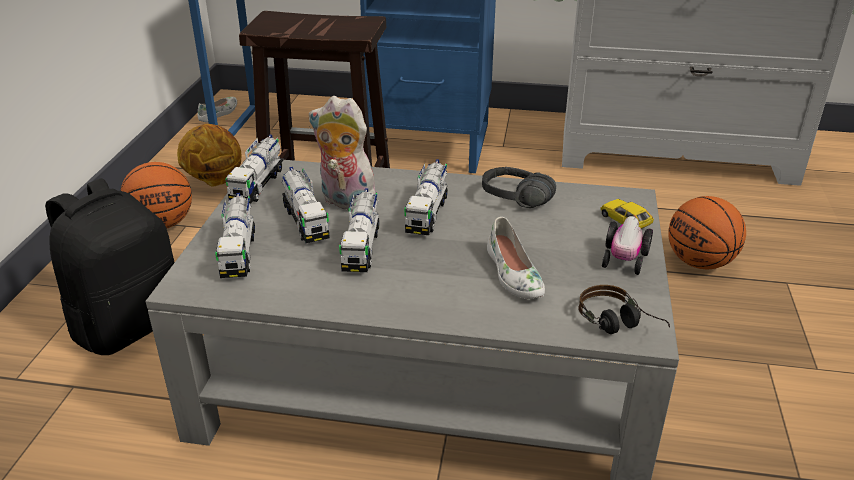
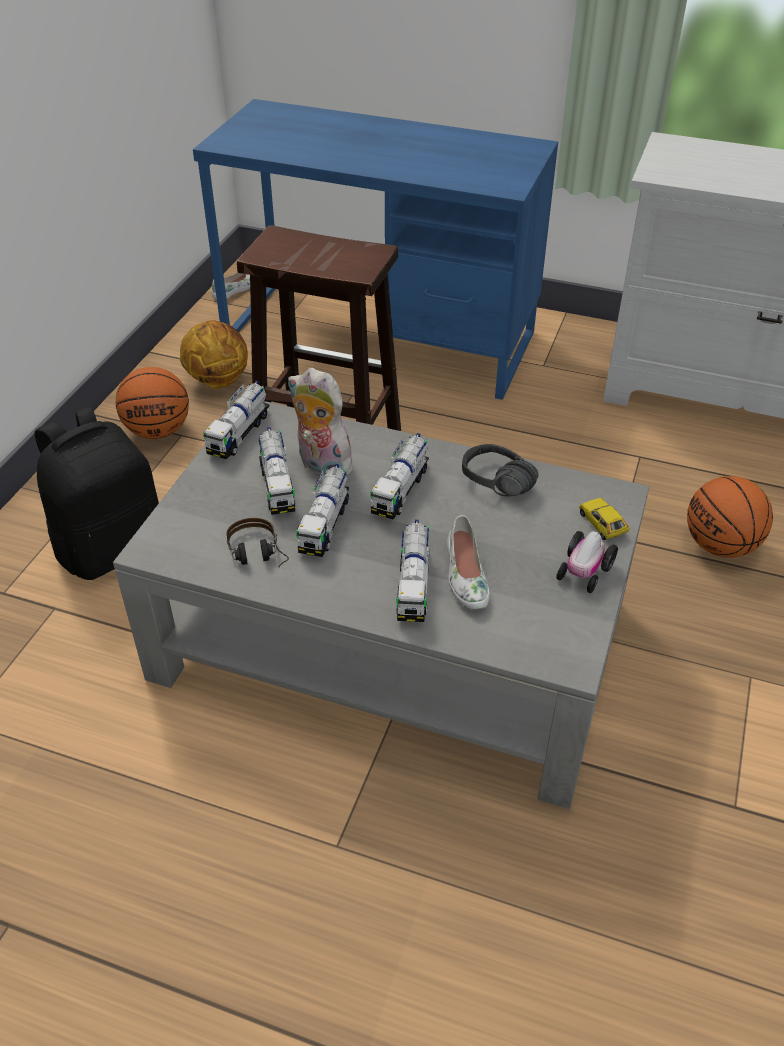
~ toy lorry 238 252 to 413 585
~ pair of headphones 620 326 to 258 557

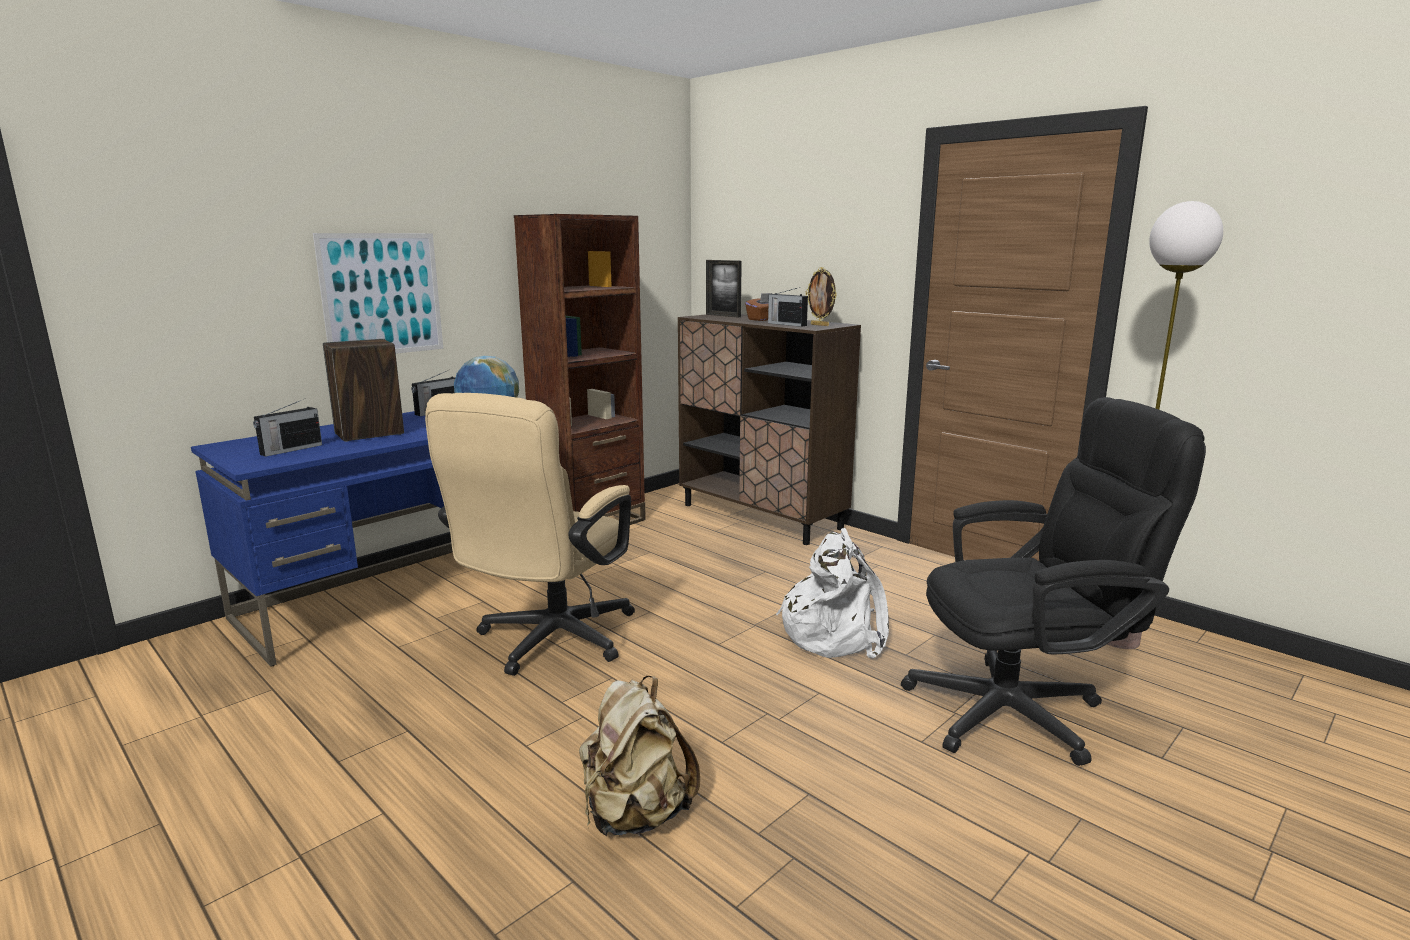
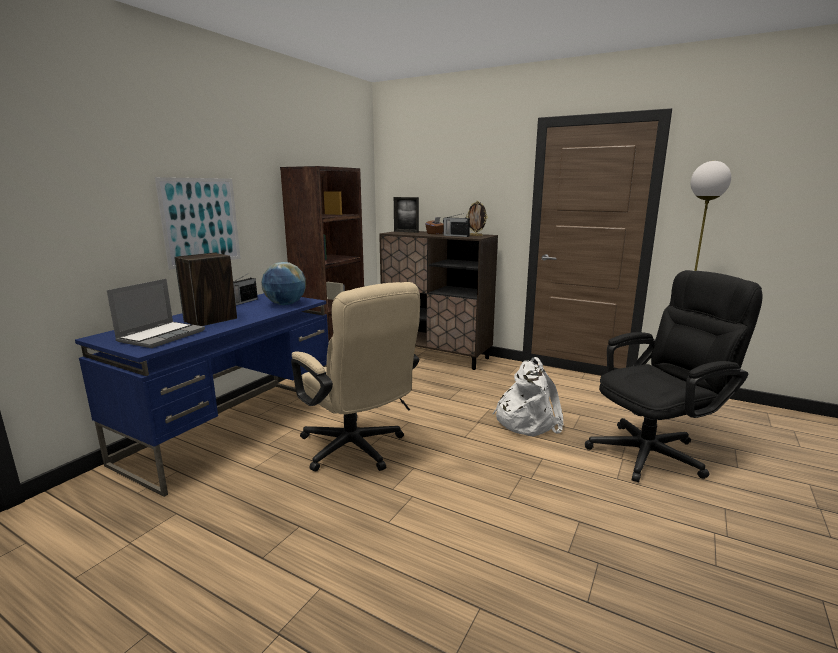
- beige backpack 635 815
~ radio set 290 450 to laptop 162 336
~ beige office chair 548 643 = 357 451 45 degrees counterclockwise

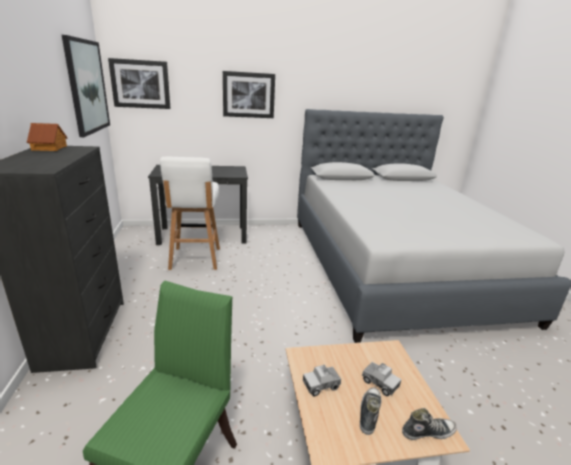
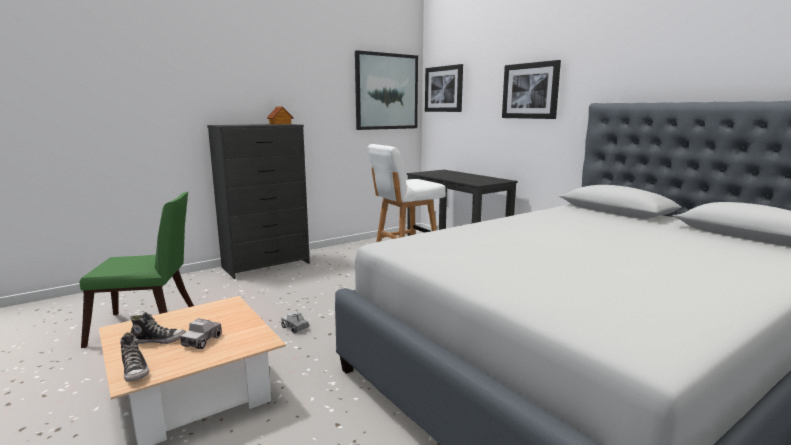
~ toy lorry 321 385 to 295 328

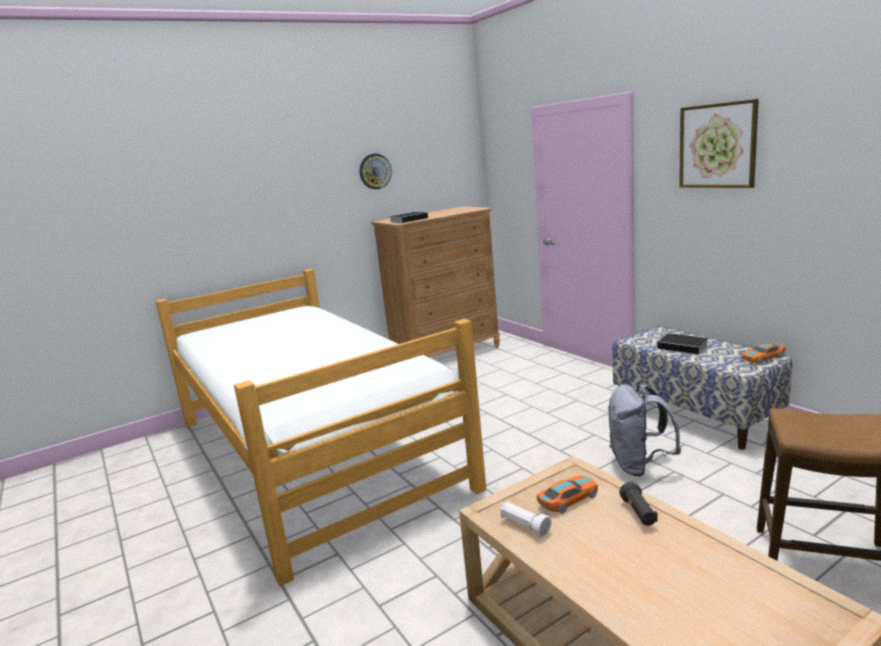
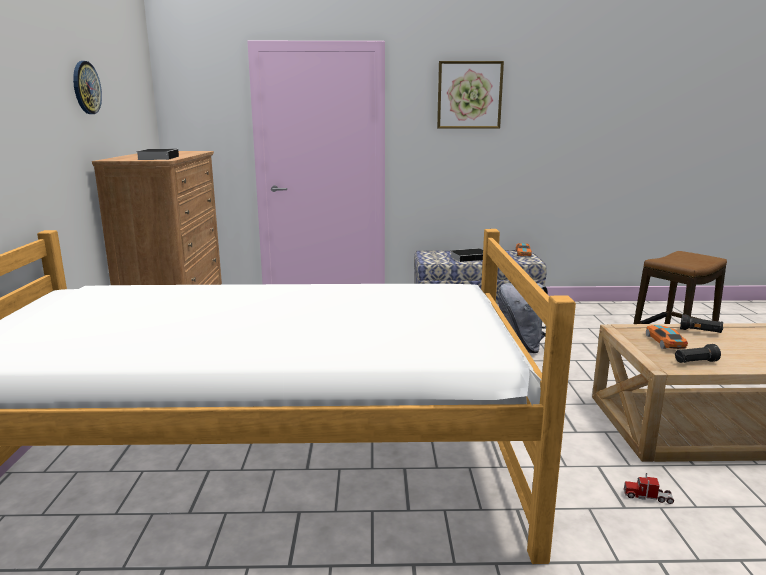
+ toy lorry 648 497
~ white-coloured hand torch 525 526 to black-coloured hand torch 695 362

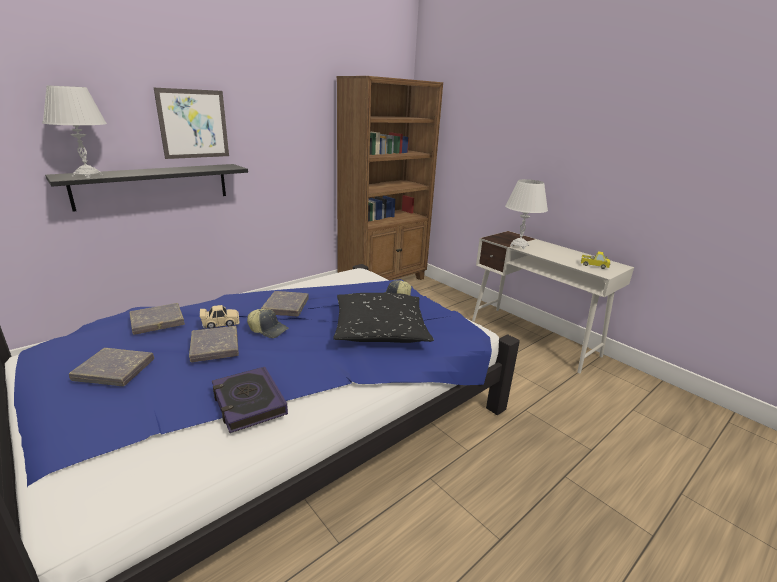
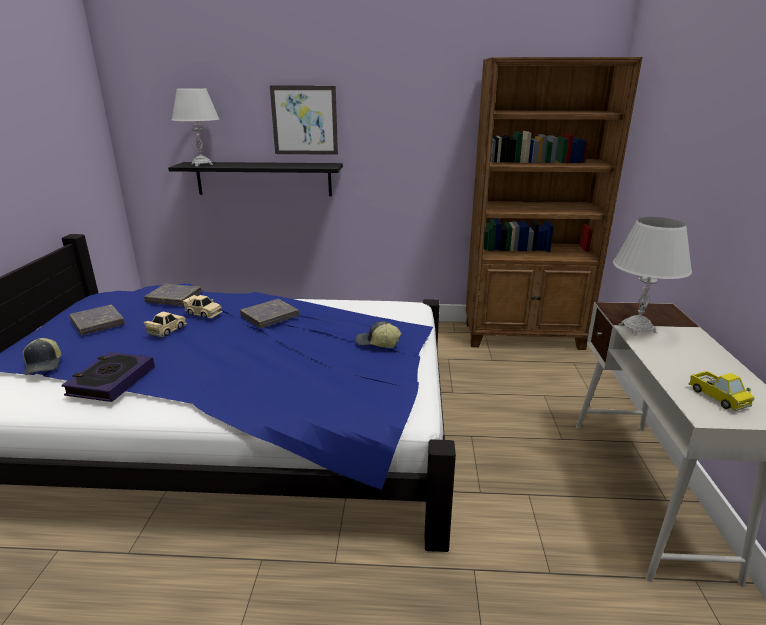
- black-coloured pillow 380 329
~ peaked cap 268 330 to 44 364
~ grey volume 215 347 to beige toy car 167 330

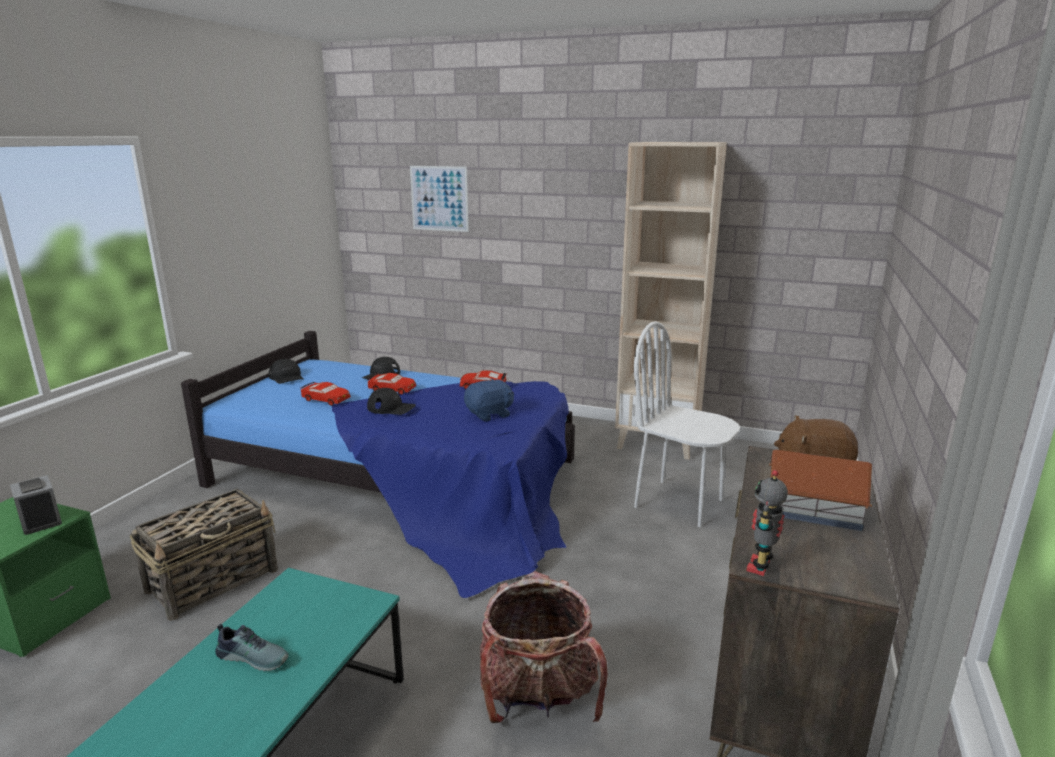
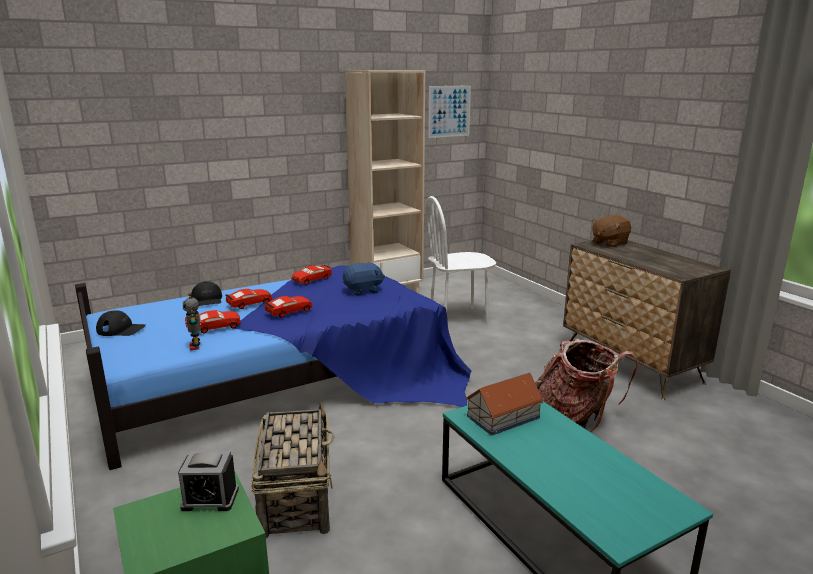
- low shoe 254 656
~ picture 439 198 to 449 111
~ robot figure 761 567 to 196 346
~ miniature house 811 508 to 502 417
~ black-coloured peaked cap 391 408 to red-coloured toy car 289 311
~ bluish soft toy 489 414 = 363 291 60 degrees clockwise

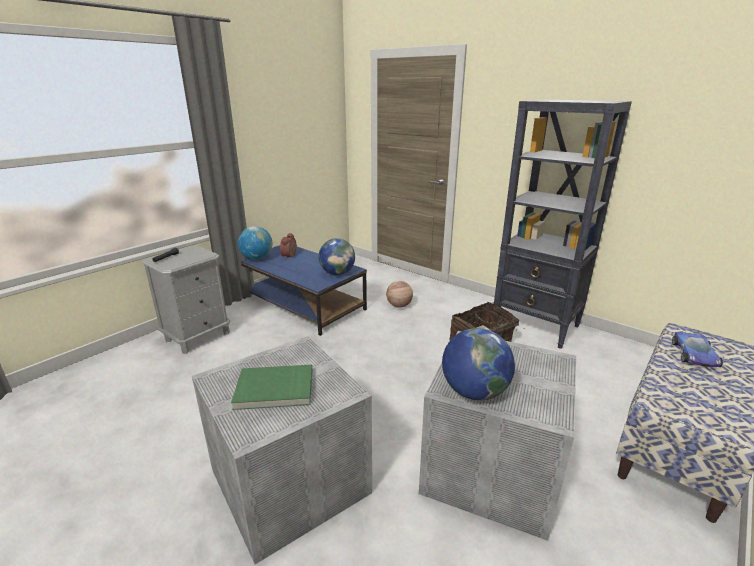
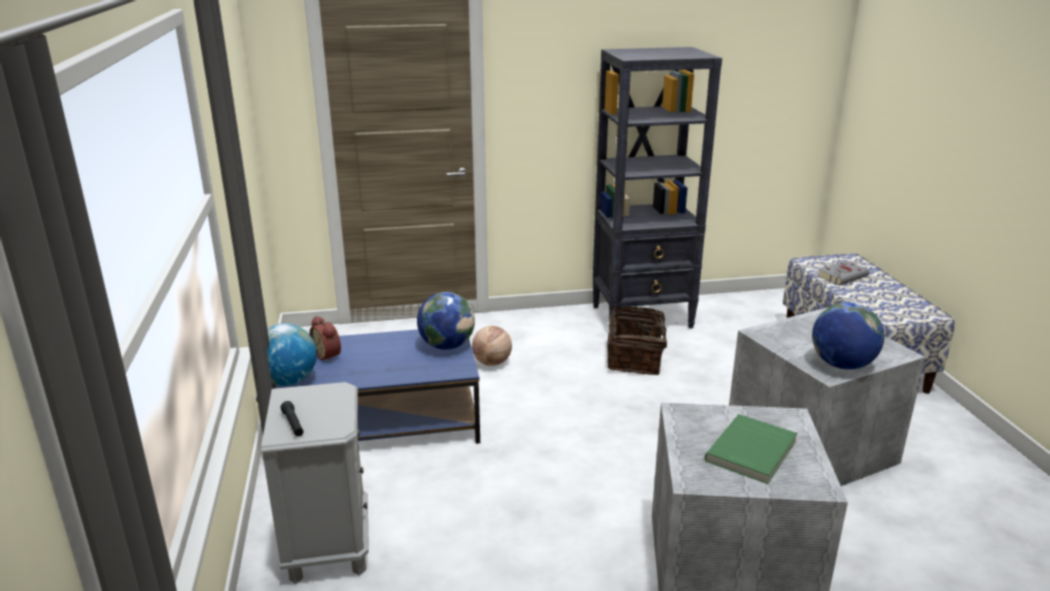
~ toy car 694 355 to grey volume 843 276

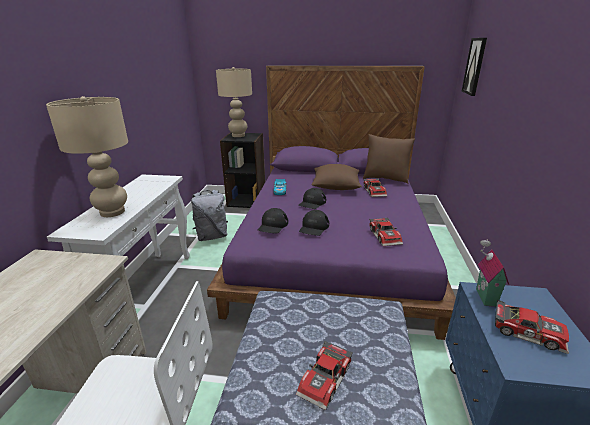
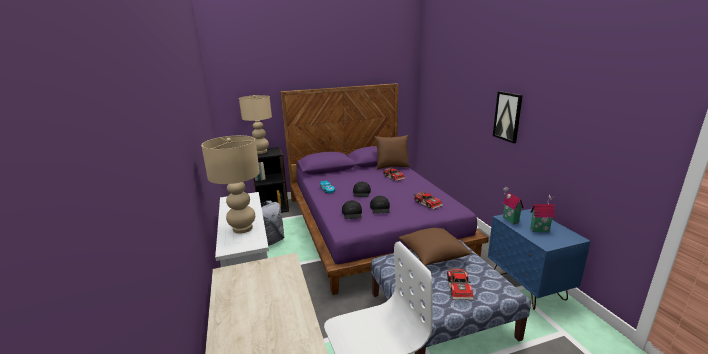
~ brown-coloured pillow 335 187 to 433 255
~ picture 474 66 to 507 116
~ toy car 527 331 to miniature house 539 229

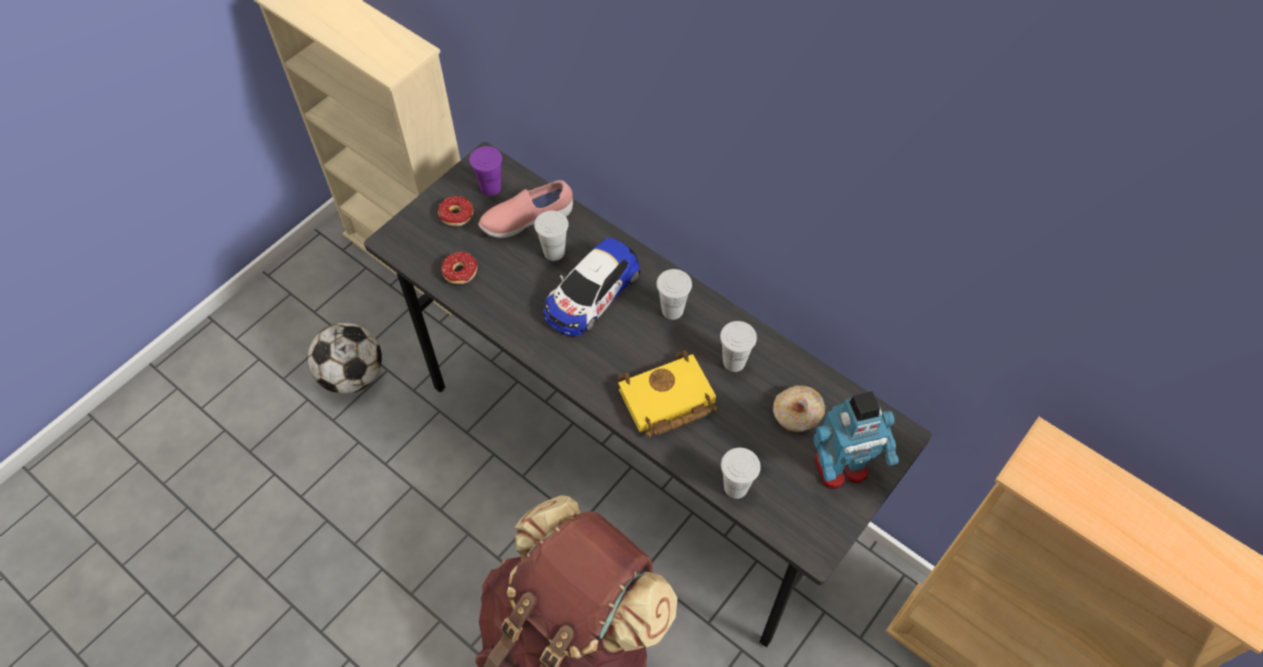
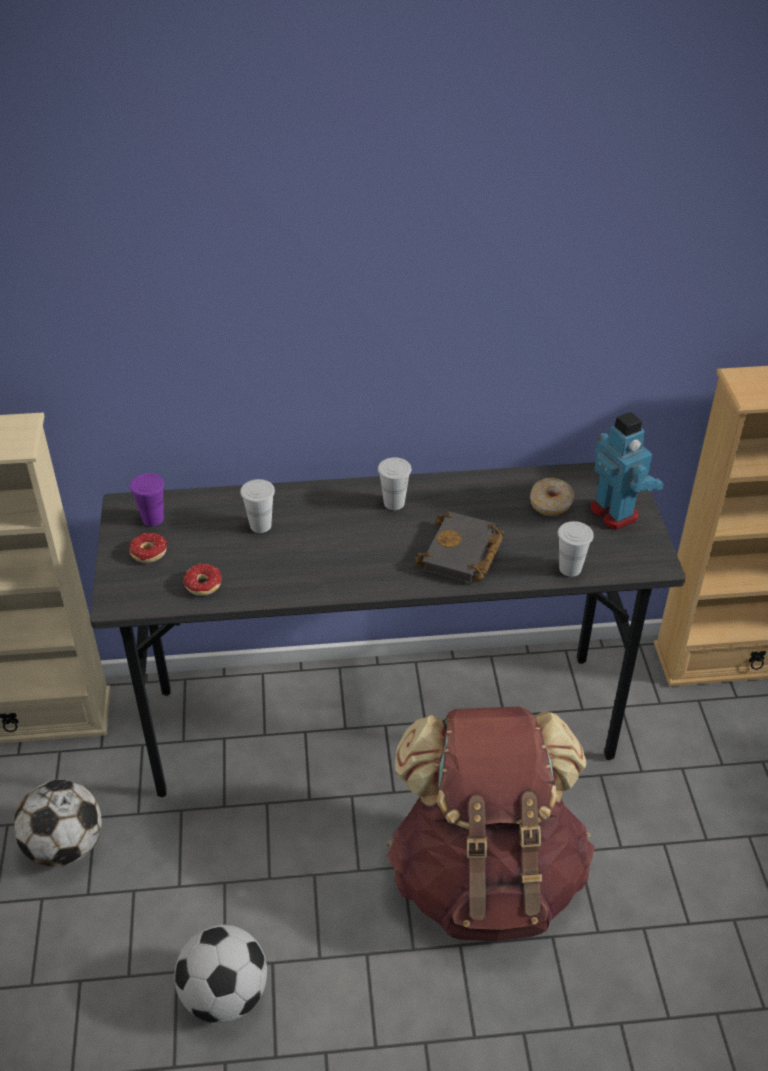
- pink-coloured low shoe 526 220
- toy car 591 293
- white-coloured cup 734 362
+ ball for football 224 996
~ yellowish volume 666 401 to black-coloured volume 462 555
~ robot figure 841 468 = 615 513 60 degrees counterclockwise

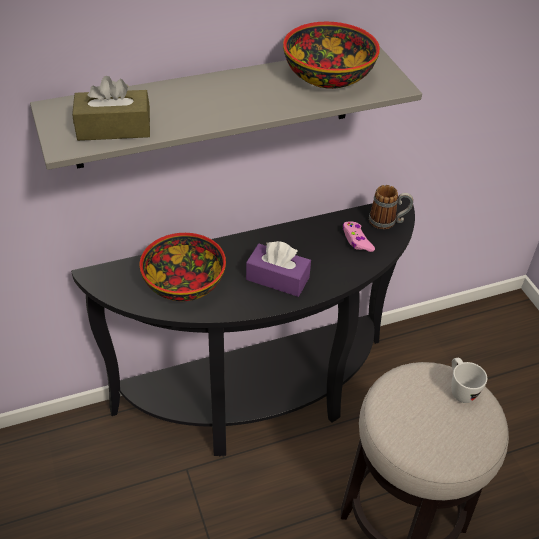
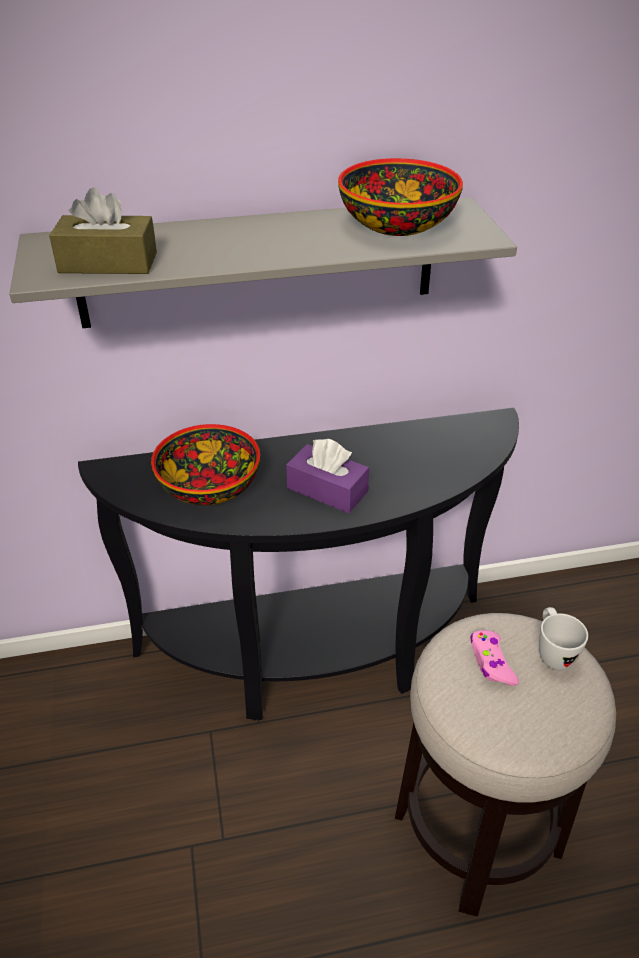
- coffee mug 388 222
~ pink-coloured joypad 356 240 to 491 662

